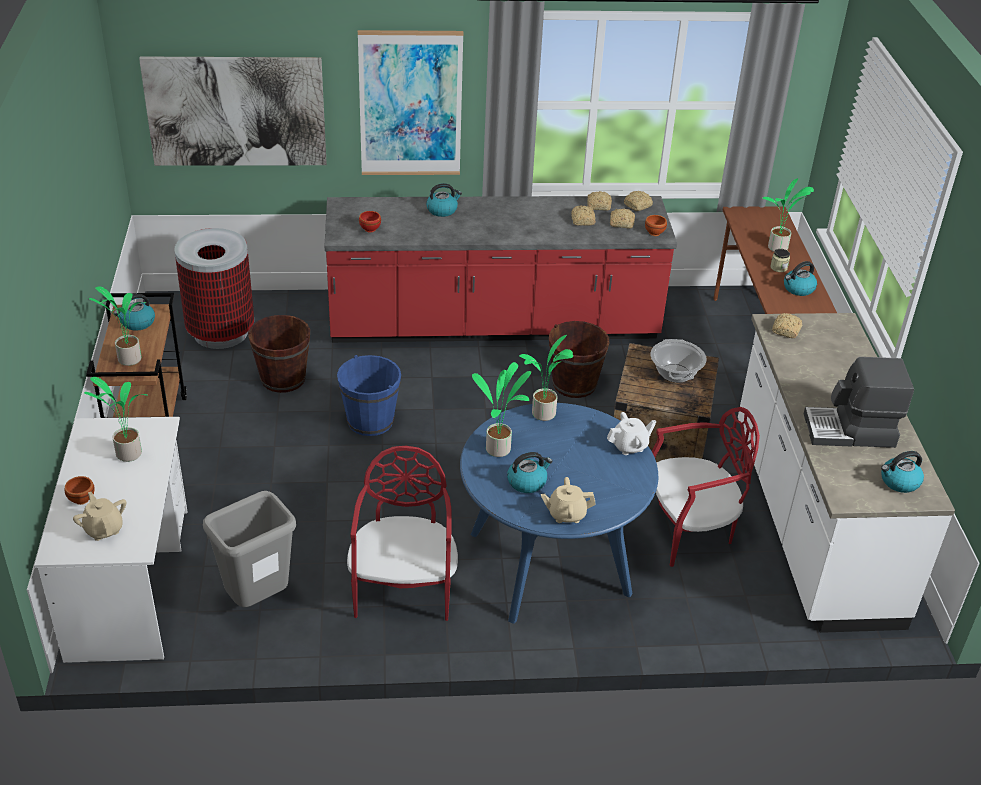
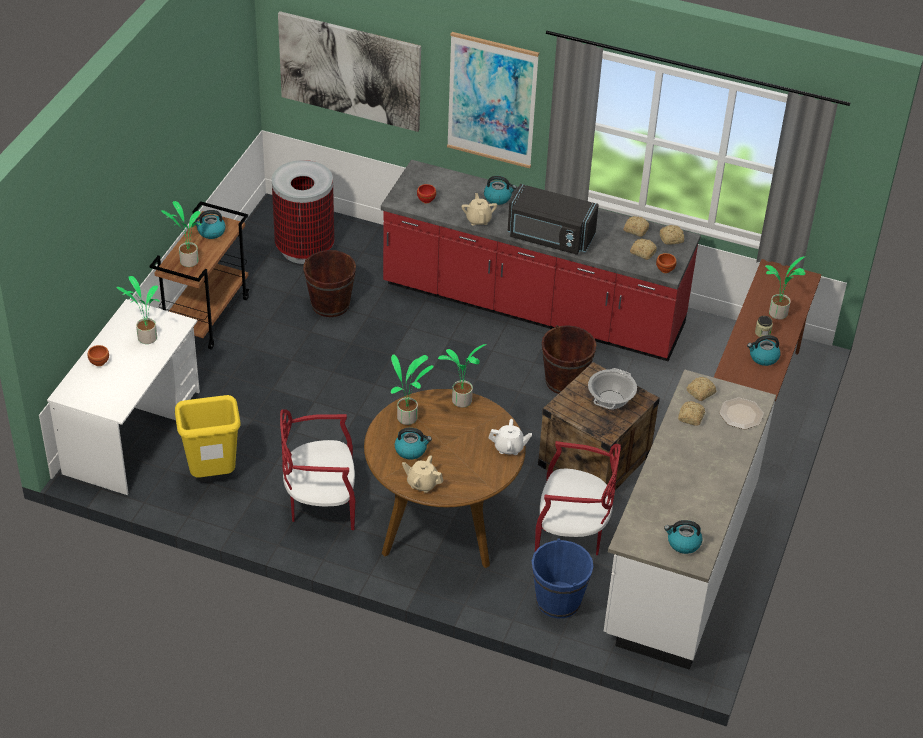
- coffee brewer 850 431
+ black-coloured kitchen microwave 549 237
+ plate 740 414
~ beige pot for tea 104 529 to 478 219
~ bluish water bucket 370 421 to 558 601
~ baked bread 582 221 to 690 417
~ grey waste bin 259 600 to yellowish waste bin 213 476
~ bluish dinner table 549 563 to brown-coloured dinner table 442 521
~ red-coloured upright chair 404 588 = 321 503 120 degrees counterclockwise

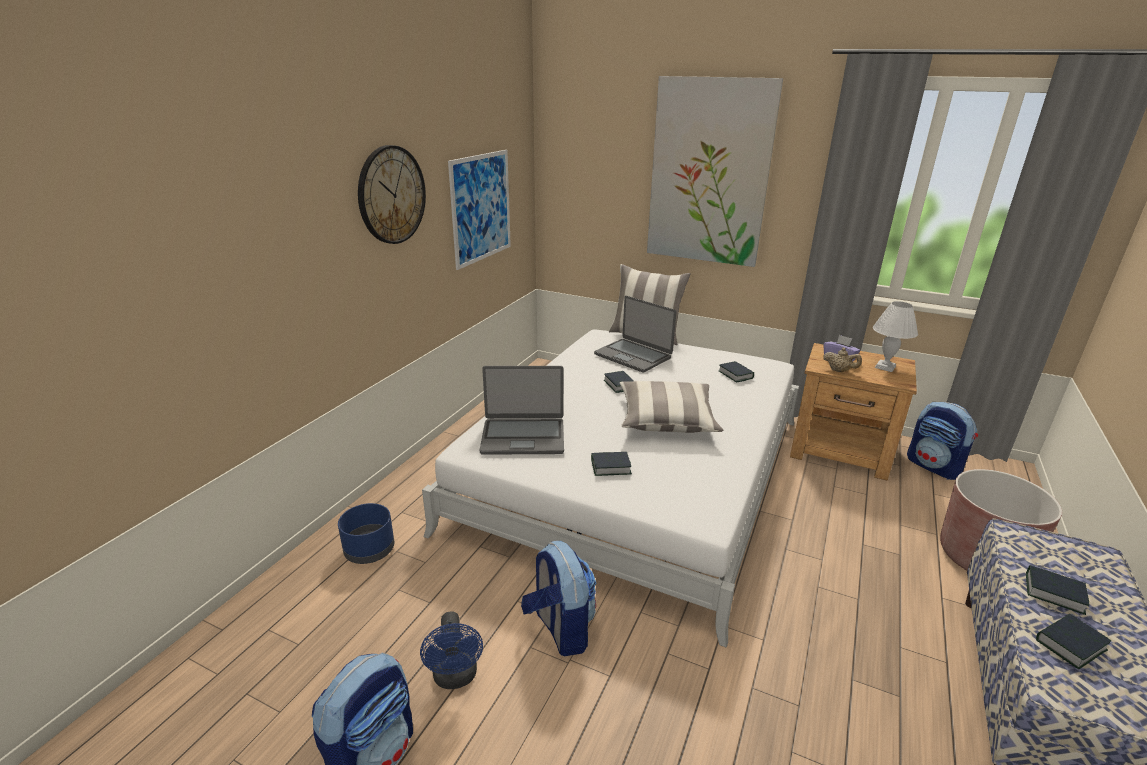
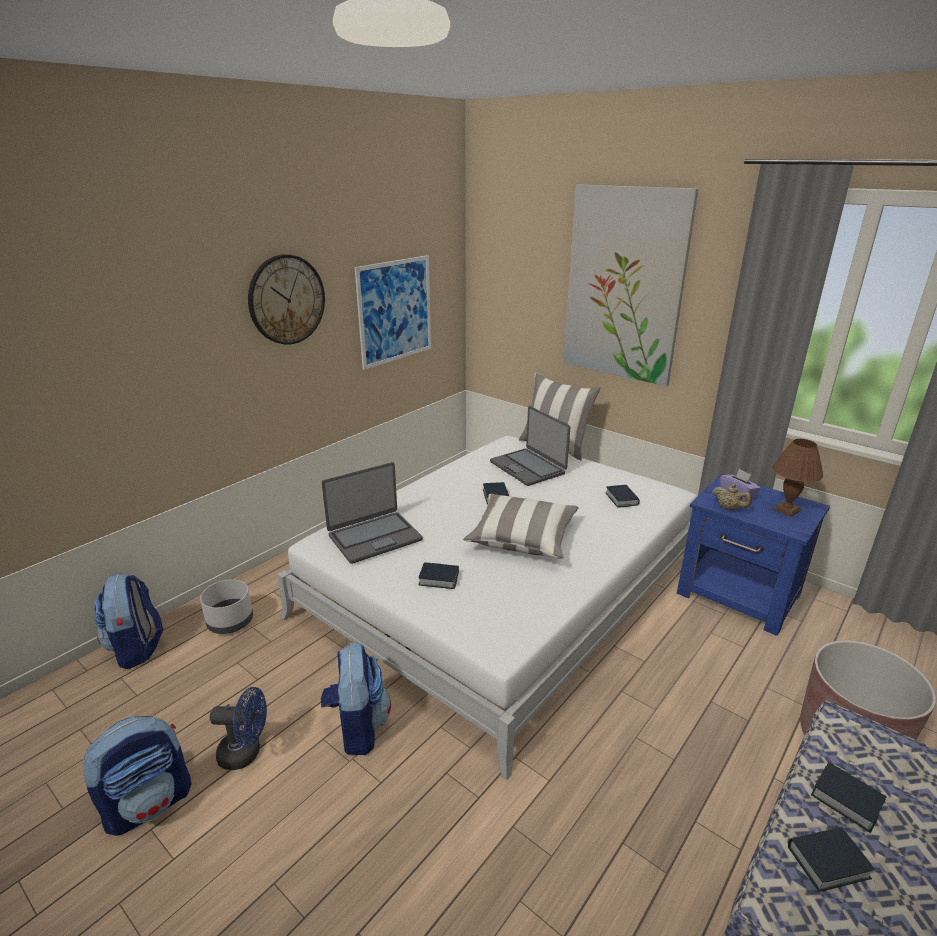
~ backpack 934 467 to 137 648
~ bluish flower pot 369 550 to grey flower pot 230 622
~ brown-coloured bedside table 841 451 to bluish bedside table 739 595
~ white-coloured table lamp 886 367 to brown-coloured table lamp 787 510
~ bluish electric fan 455 678 = 246 753 90 degrees counterclockwise
~ laptop 523 437 = 374 537 45 degrees counterclockwise

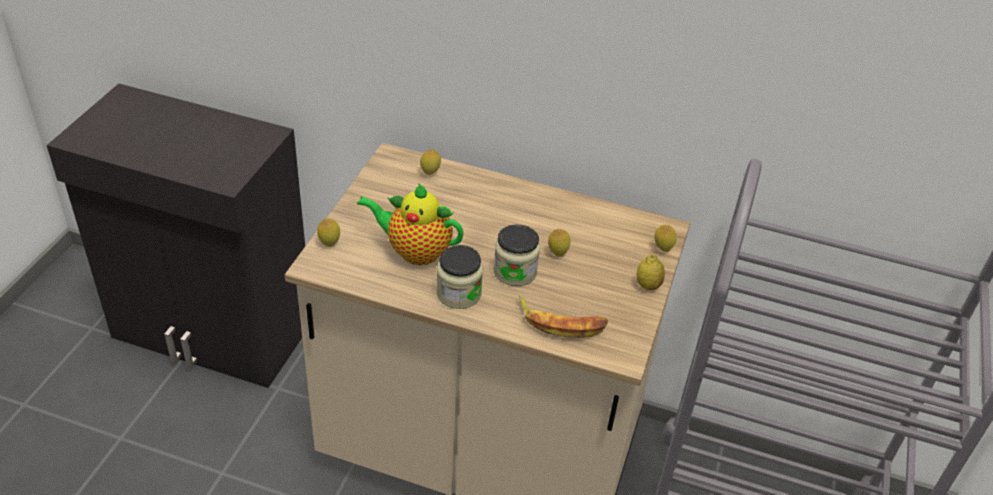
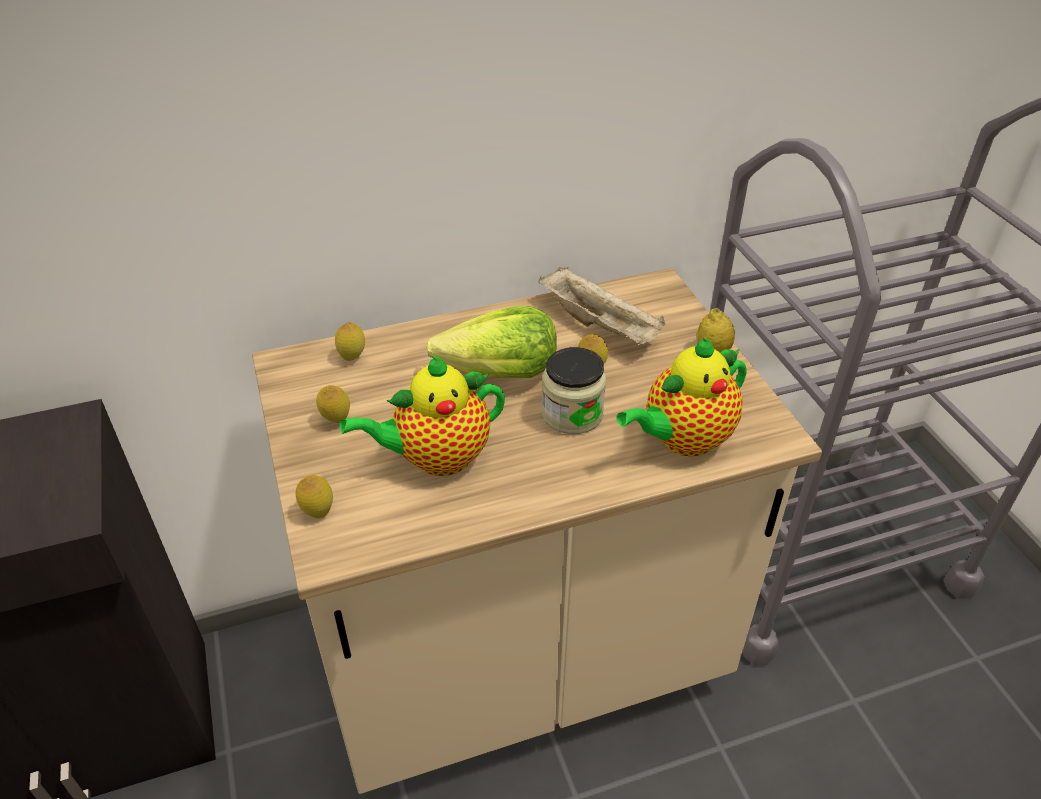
- storage jar 458 293
+ head of lettuce 499 373
+ beige tray 601 325
~ citrus fruit 662 249 to 336 420
~ banana 561 322 to pot for tea 682 440

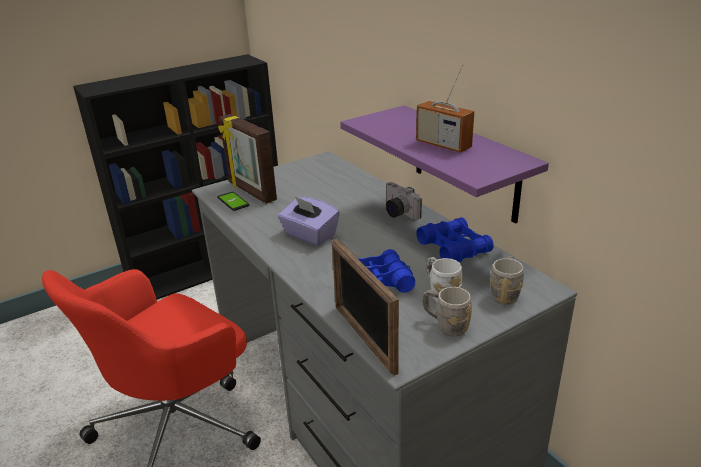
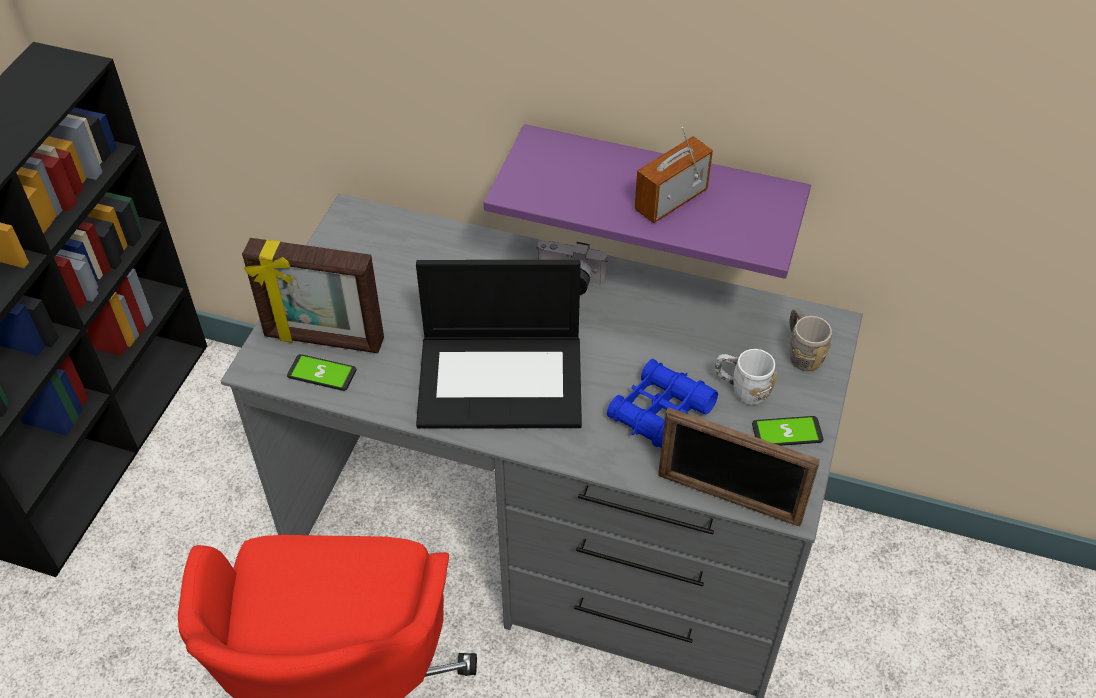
- bluish pair of binoculars 454 248
~ purple tissue box 309 235 to laptop 502 380
~ grey coffee mug 445 325 to phone 787 432
~ radio set 443 145 = 671 200 135 degrees clockwise

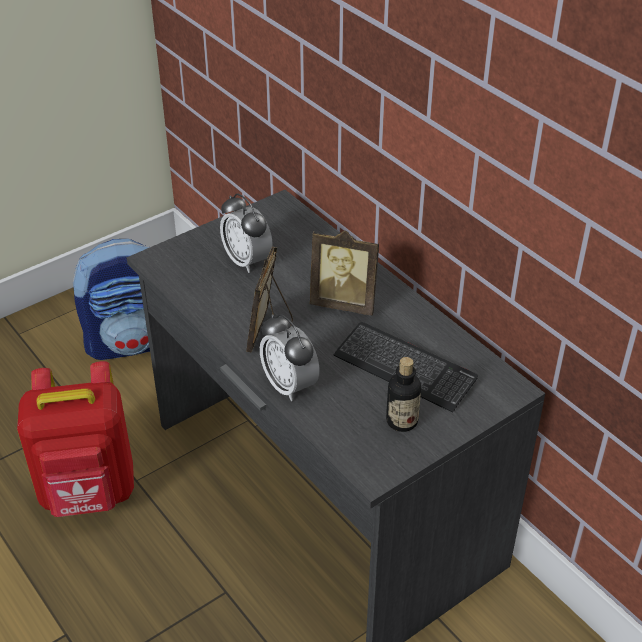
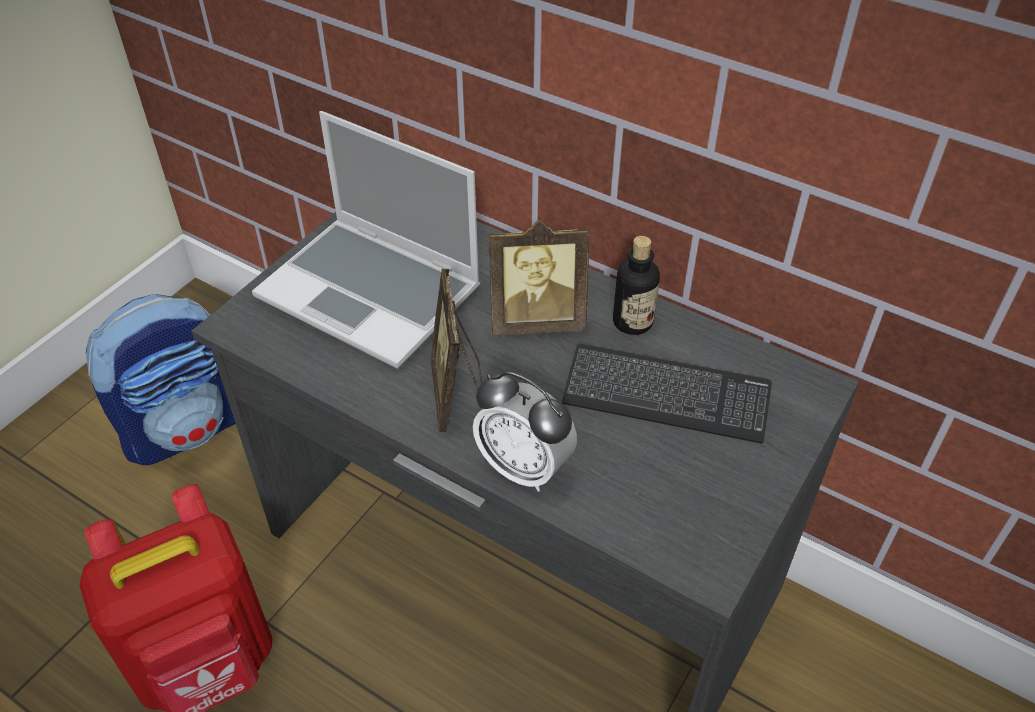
~ drink bottle 402 421 to 632 322
~ alarm clock 247 261 to laptop 373 293

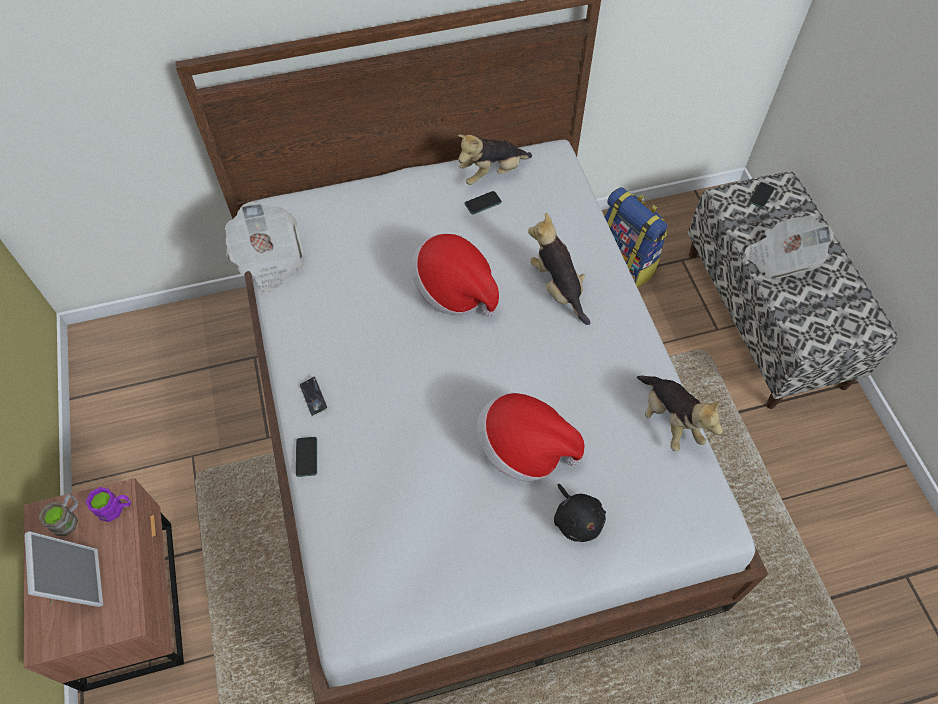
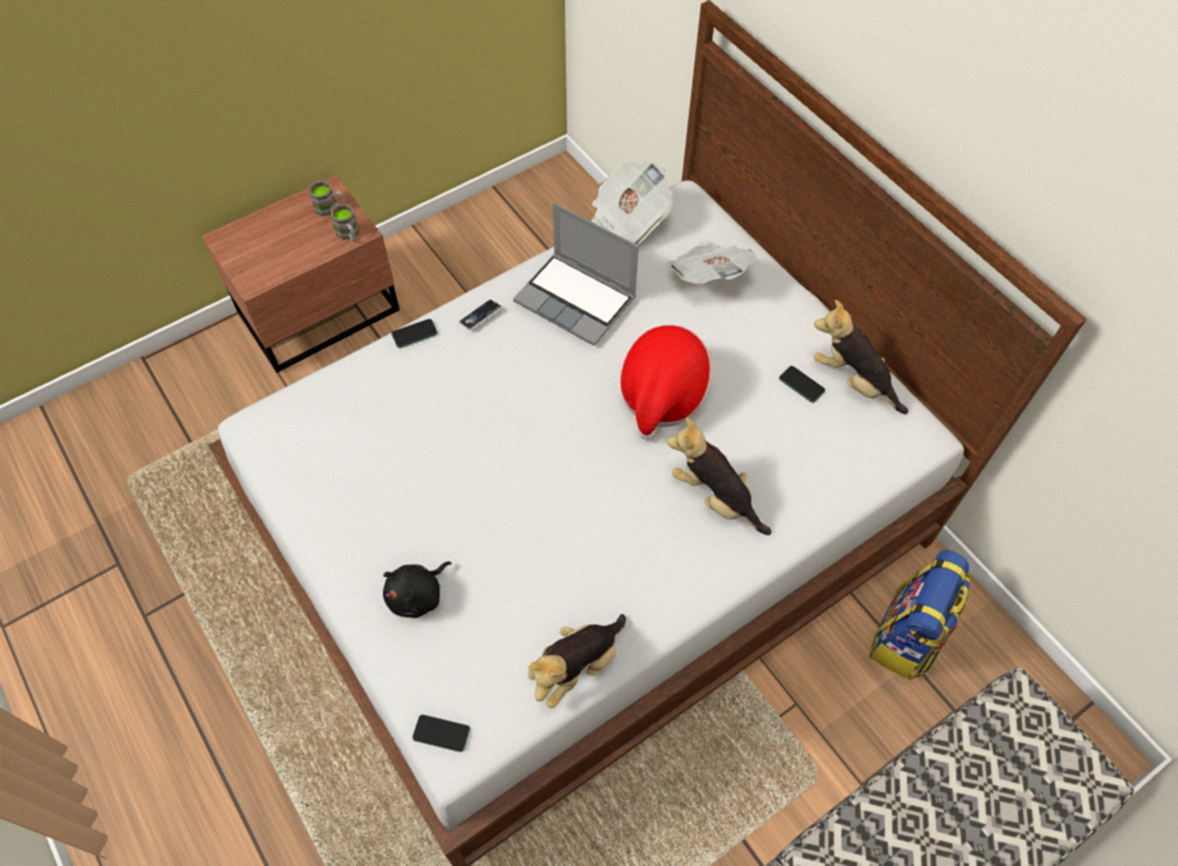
- picture frame 77 583
- clothing hat 524 449
+ laptop 577 300
~ newspaper 781 259 to 709 276
~ phone 761 195 to 441 733
~ purple coffee mug 116 508 to brown-coloured coffee mug 349 234
~ soft toy 558 288 = 715 497 90 degrees counterclockwise

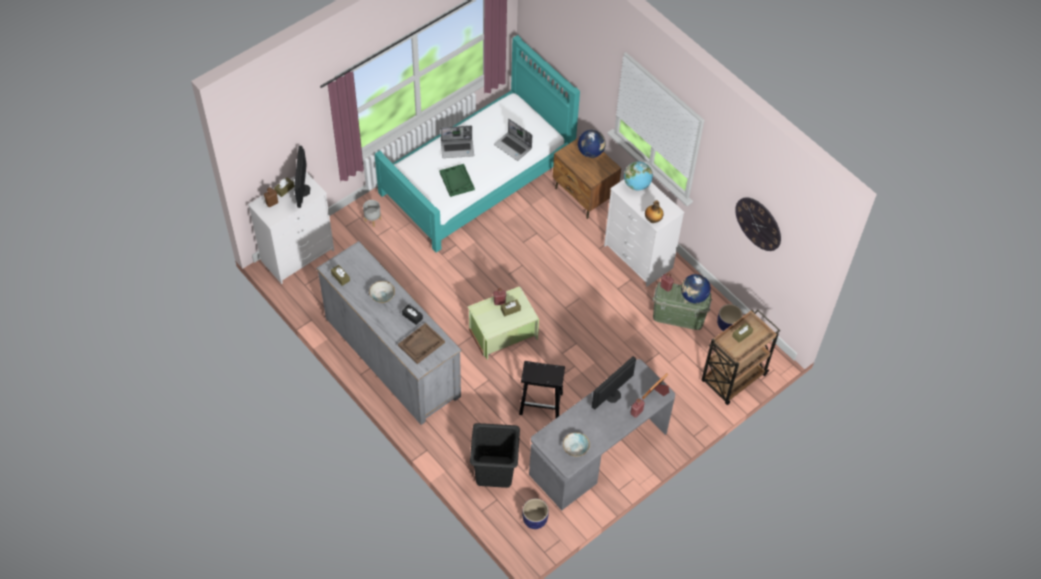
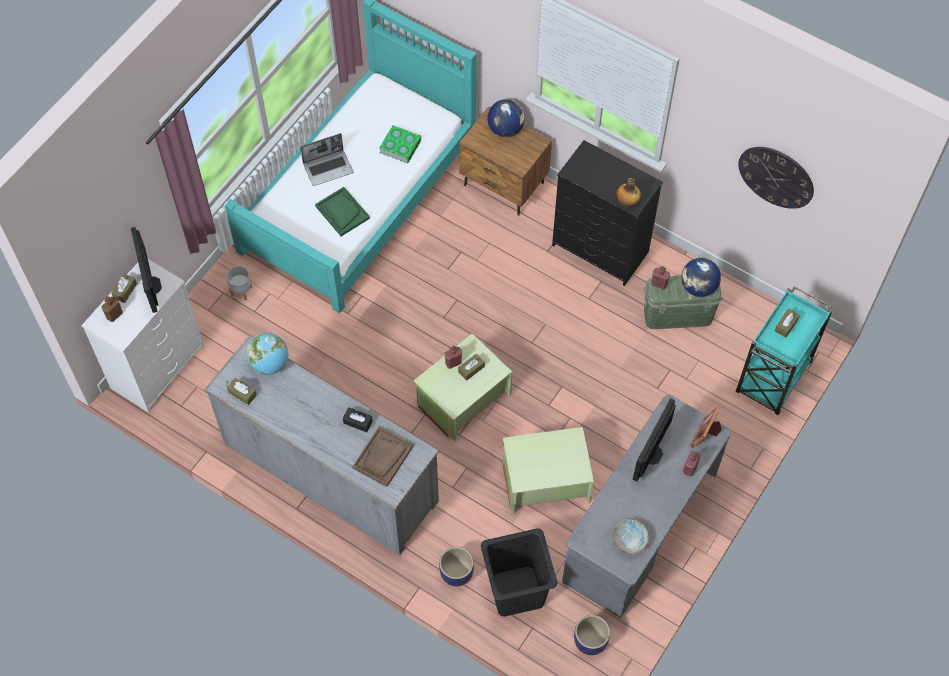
- serving bowl 382 296
~ globe 637 185 to 270 363
~ flower pot 728 325 to 457 573
~ laptop 513 147 to volume 400 146
~ black-coloured stool 541 403 to greenish storage bin 545 480
~ white-coloured chest of drawers 638 257 to black-coloured chest of drawers 601 249
~ brown-coloured wheeled cart 732 379 to turquoise-coloured wheeled cart 772 379

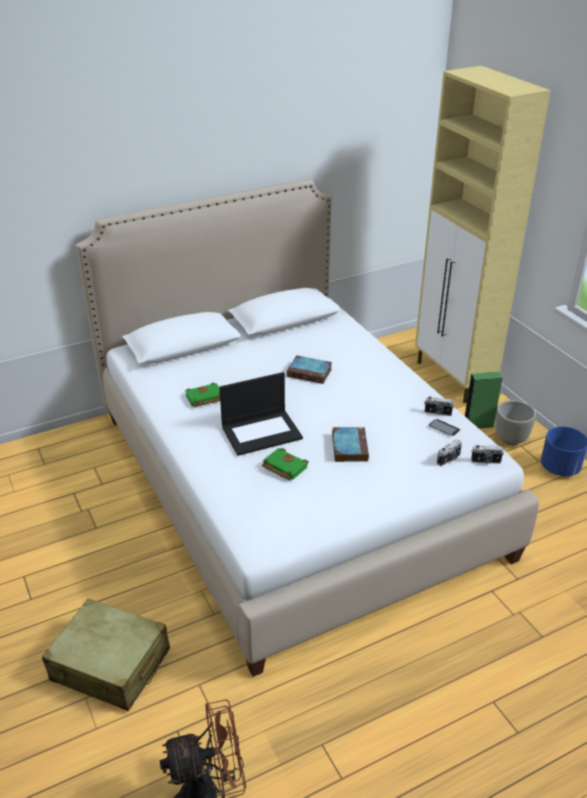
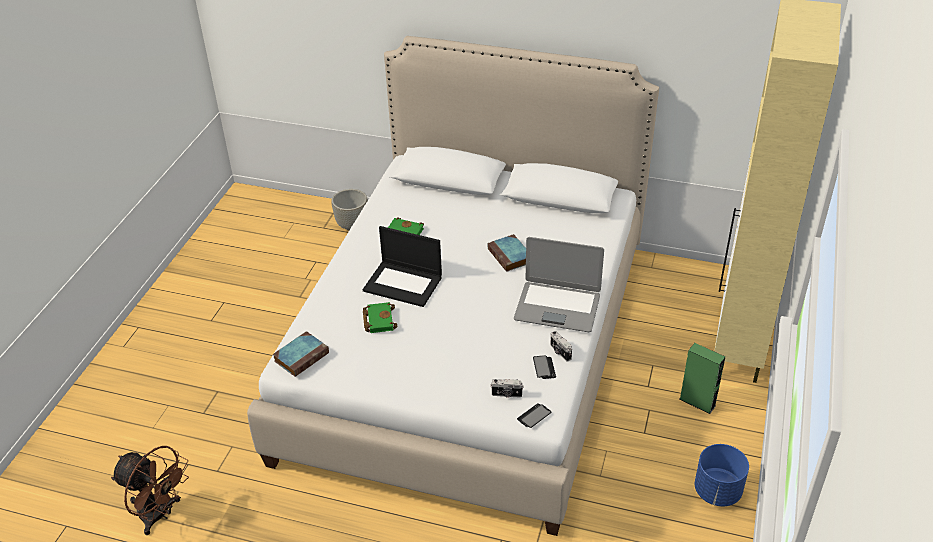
- beige travel case 110 665
+ laptop 557 307
~ volume 349 447 to 302 356
~ grey flower pot 510 439 to 352 225
~ photo camera 486 461 to phone 534 416

